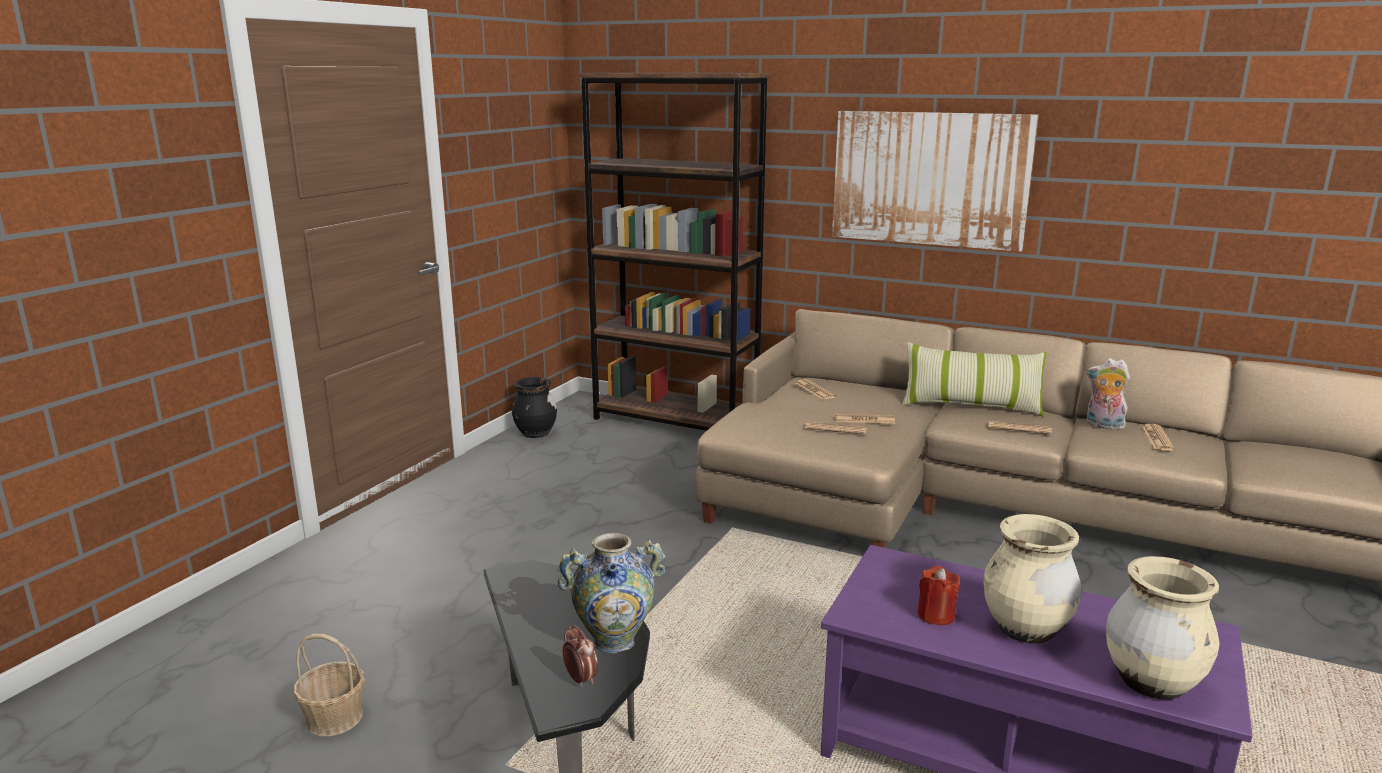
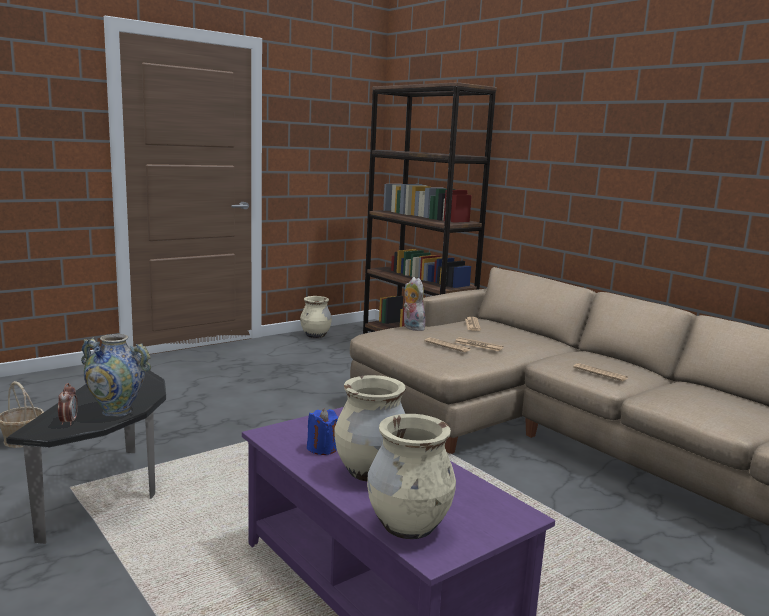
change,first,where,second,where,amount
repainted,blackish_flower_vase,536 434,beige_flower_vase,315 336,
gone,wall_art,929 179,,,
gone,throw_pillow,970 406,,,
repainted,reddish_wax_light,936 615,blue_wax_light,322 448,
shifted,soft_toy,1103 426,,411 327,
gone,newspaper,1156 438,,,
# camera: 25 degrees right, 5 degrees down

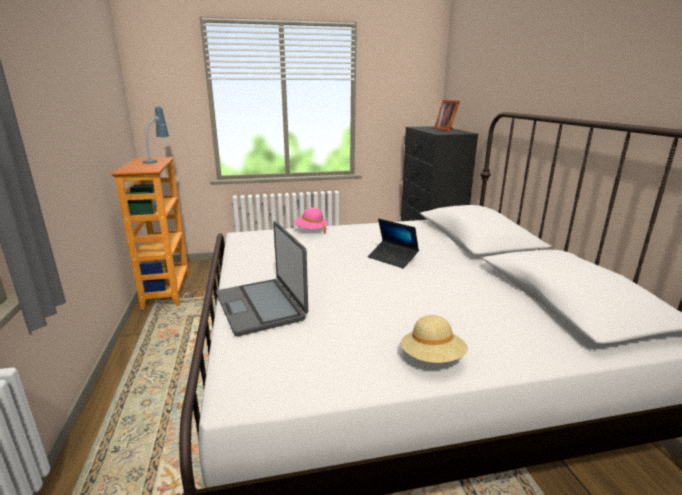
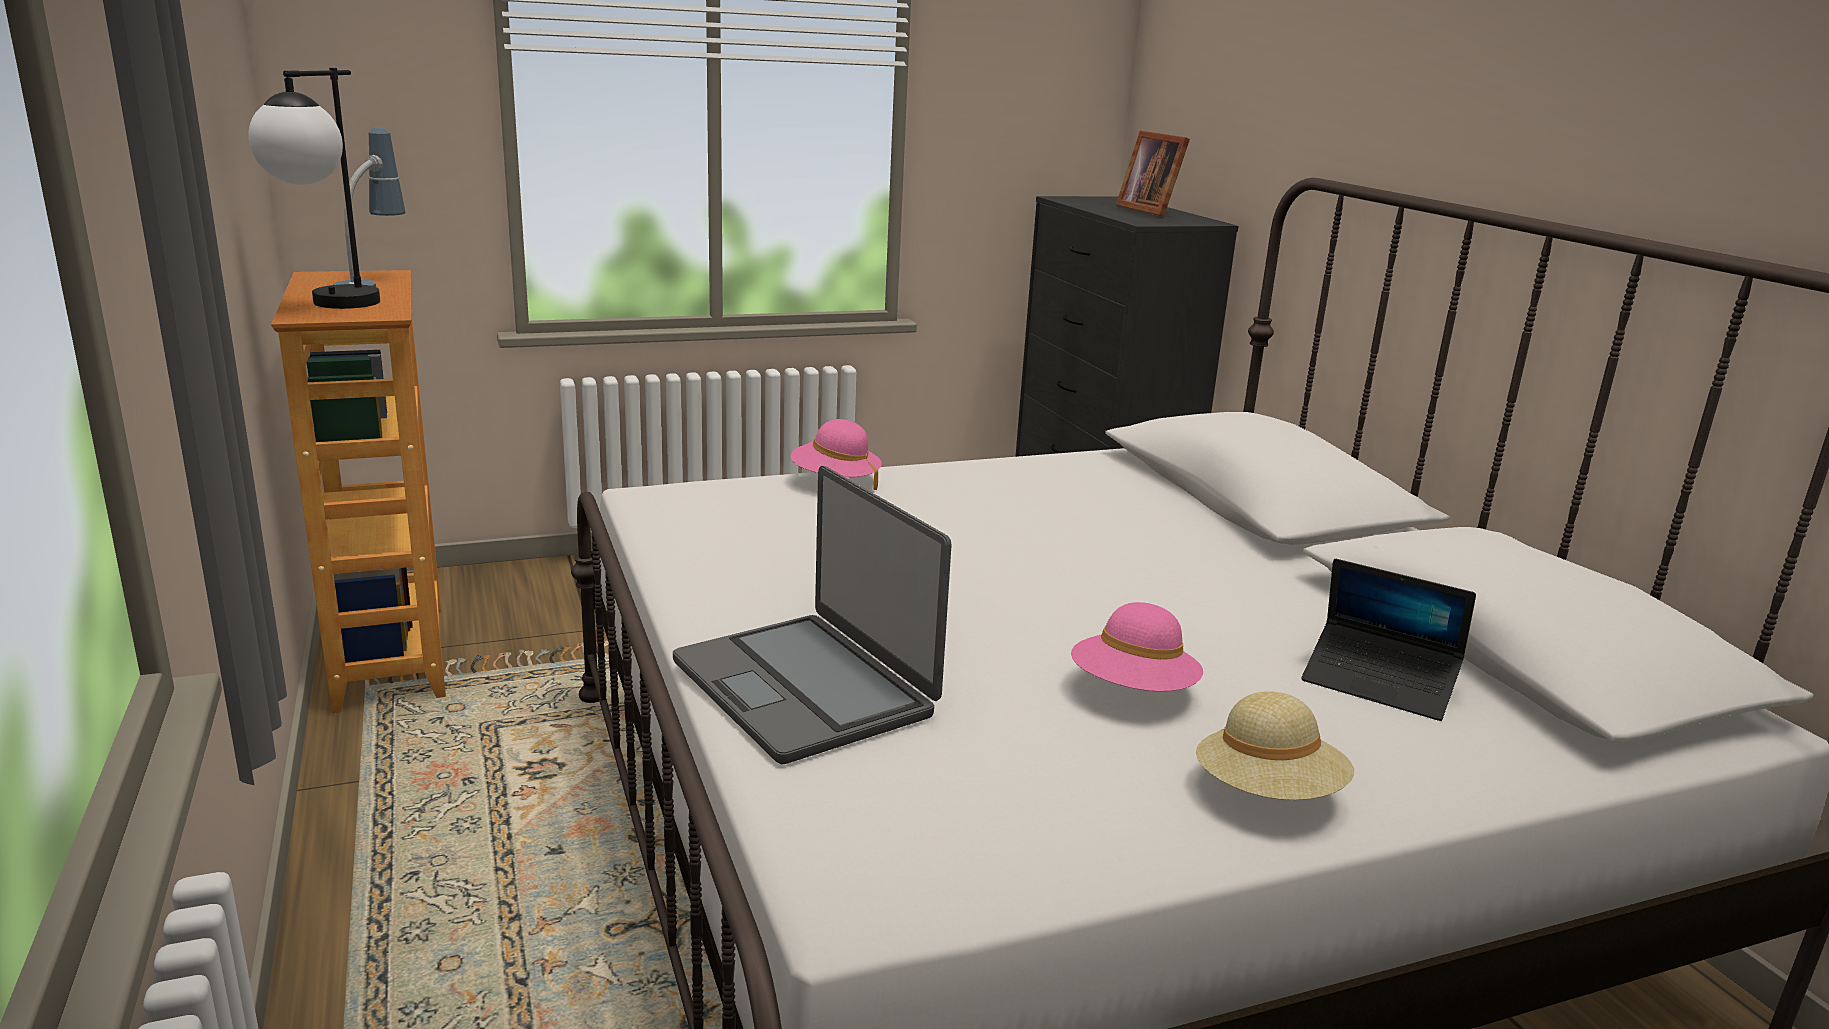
change,first,where,second,where,amount
shifted,notebook_computer,392 258,,1379 683,
new,,,lamp_for_a_table,330 307,
new,,,pinkish_hat,1133 691,
# camera: 10 degrees left, 0 degrees up

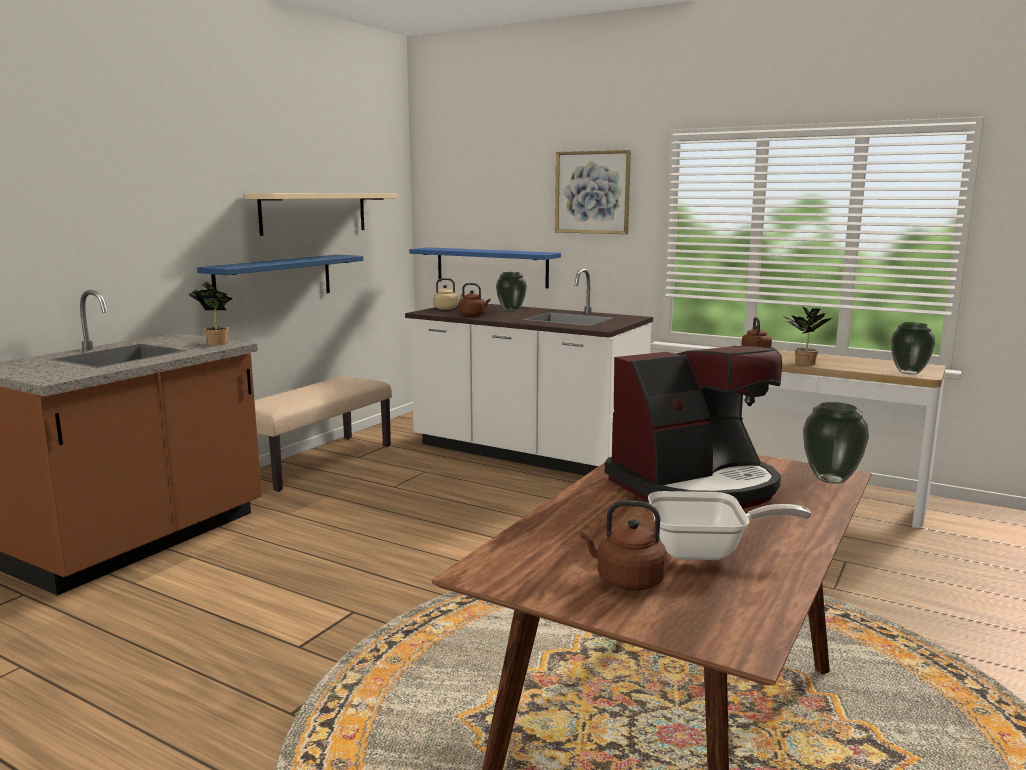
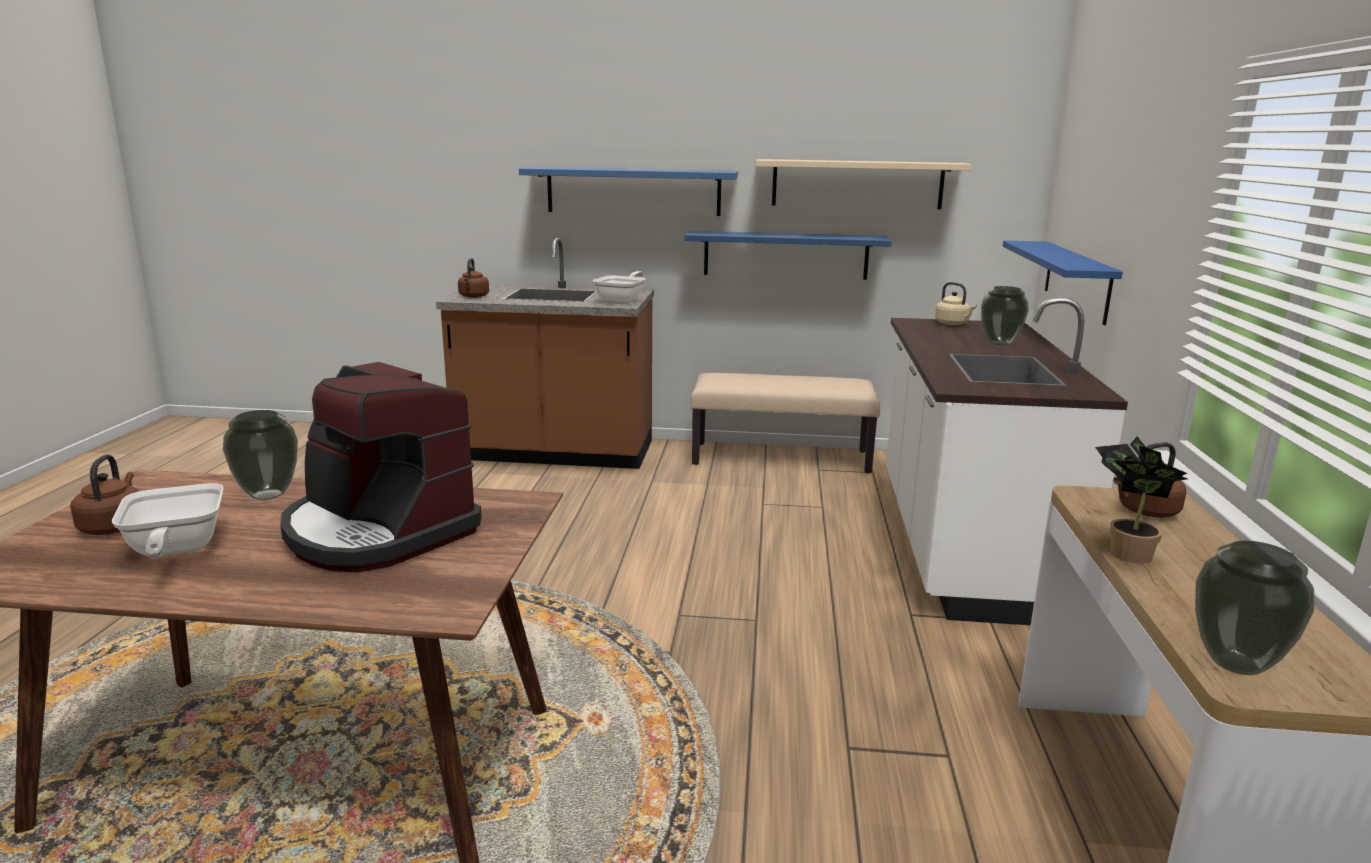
change,first,where,second,where,amount
swapped,houseplant,215 343,frying_pan,622 301,
shifted,brownish_water_kettle,473 315,,473 296,
gone,wall_art,592 192,,,
shifted,flower_vase,830 480,,267 495,
new,,,blue_shelf,633 191,
# camera: 65 degrees right, 5 degrees up

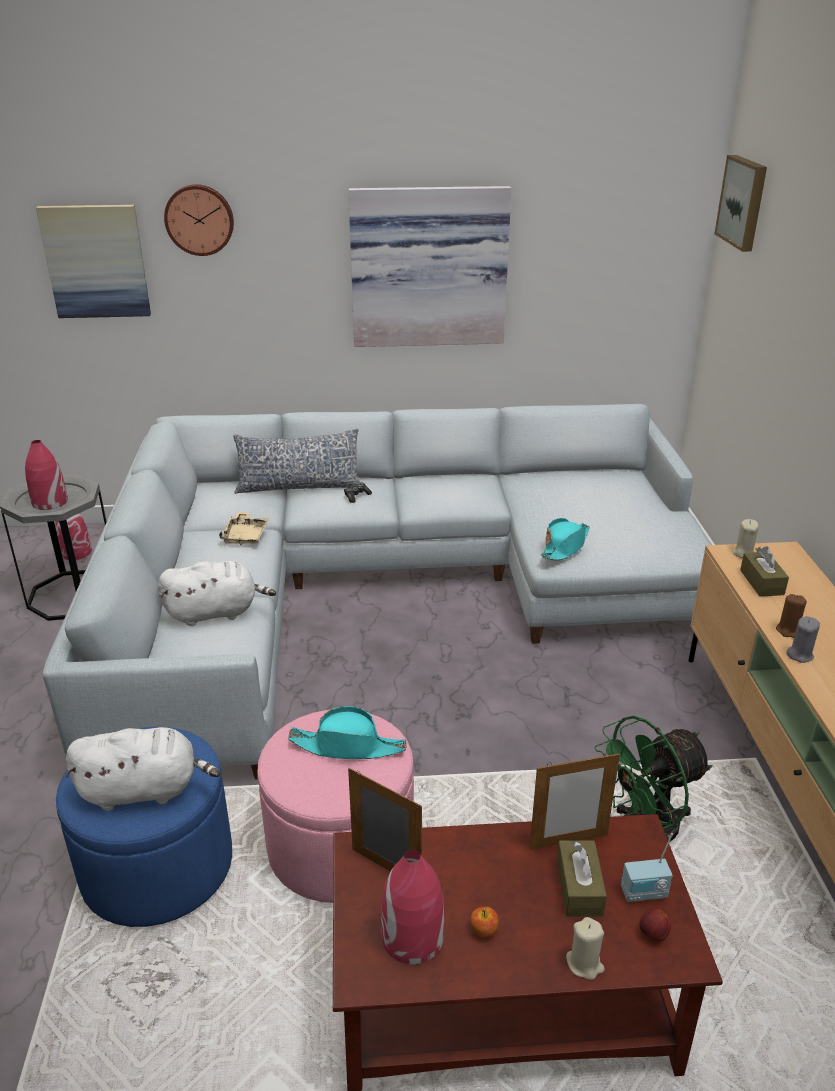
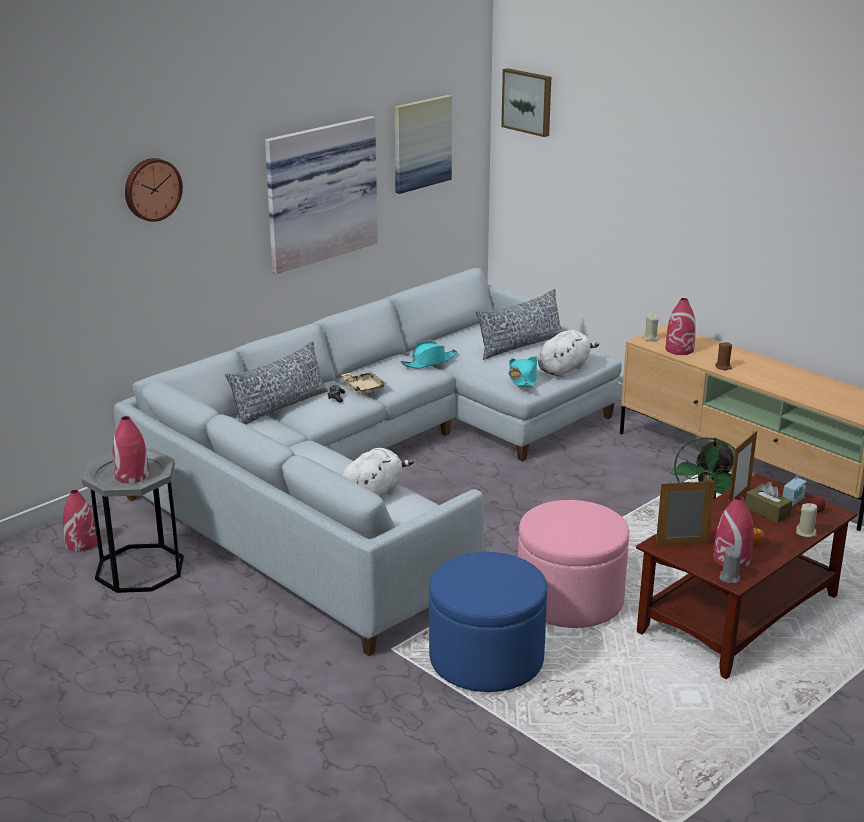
change,first,where,second,where,amount
shifted,wall_art,96 261,,421 143,
shifted,white-coloured_soft_toy,145 790,,564 369,
shifted,beige_carrying_tray,246 536,,363 388,
shifted,turquoise_hat,348 746,,429 362,
swapped,brownish_box_of_tissues,761 582,reddish_flower_vase,680 349,
shifted,gray_wax_light,799 655,,729 578,
new,,,throw_pillow,520 345,
# camera: 40 degrees left, 5 degrees down

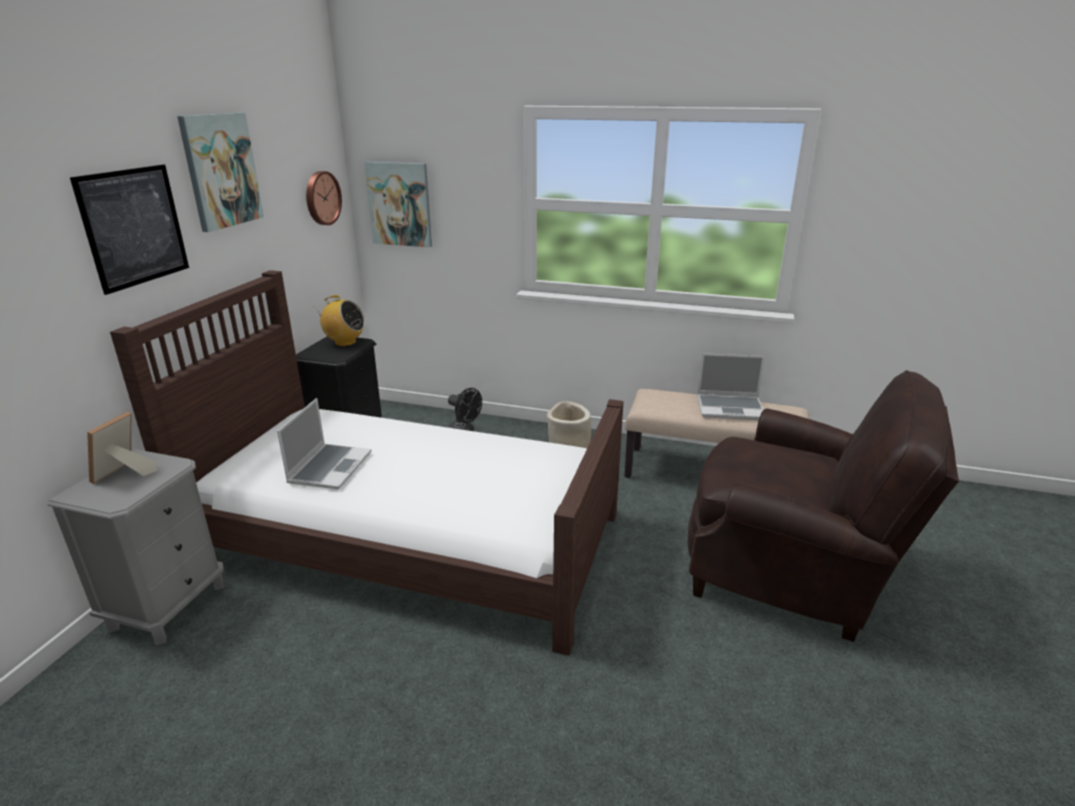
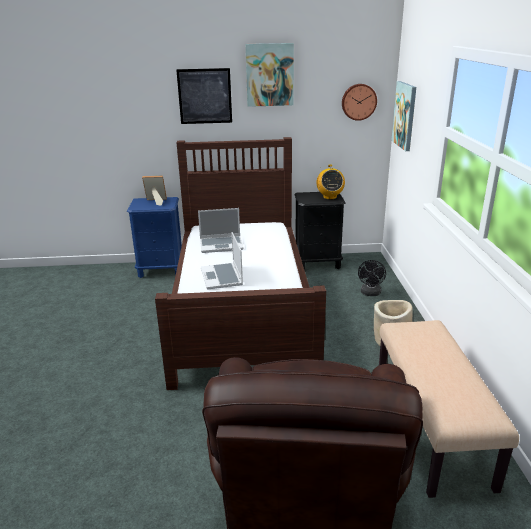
change,first,where,second,where,amount
repainted,gray_night_table,167 606,blue_night_table,161 269,
shifted,notebook_computer,730 408,,222 277,
# camera: 70 degrees right, 0 degrees up

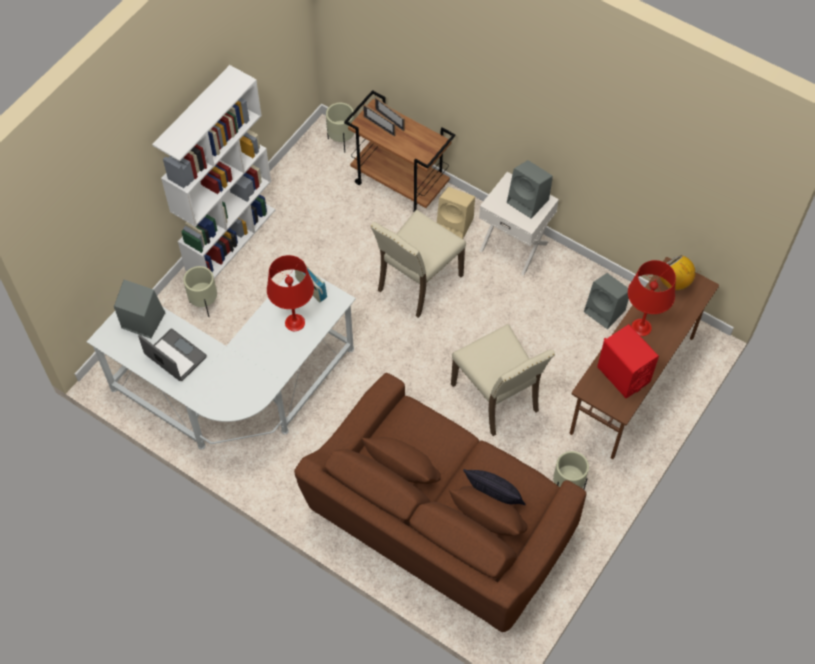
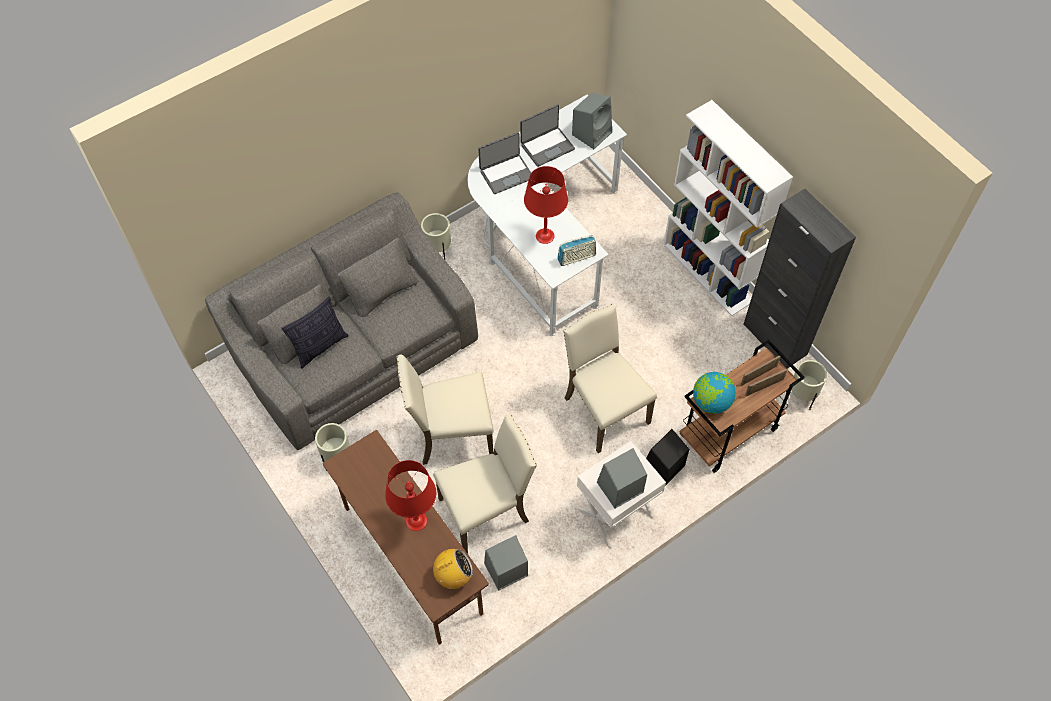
change,first,where,second,where,amount
shifted,beige_flower_pot,204 304,,438 251,
repainted,brownish_sofa,440 523,gray_sofa,354 348,
repainted,beige_audio_speaker,455 224,blackish_audio_speaker,662 468,
gone,reddish_audio_speaker,623 374,,,
new,,,beige_chair,486 511,
new,,,notebook_computer,506 174,
new,,,globe,711 402,
new,,,blackish_storage_cabinet,775 339,
# camera: 110 degrees right, 0 degrees up

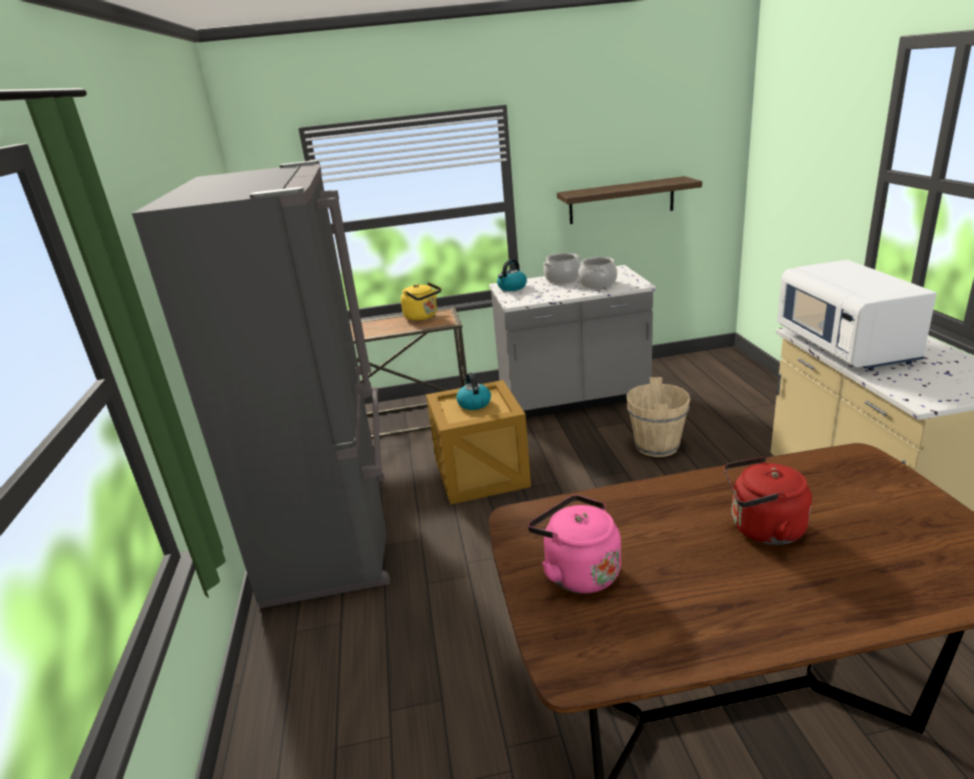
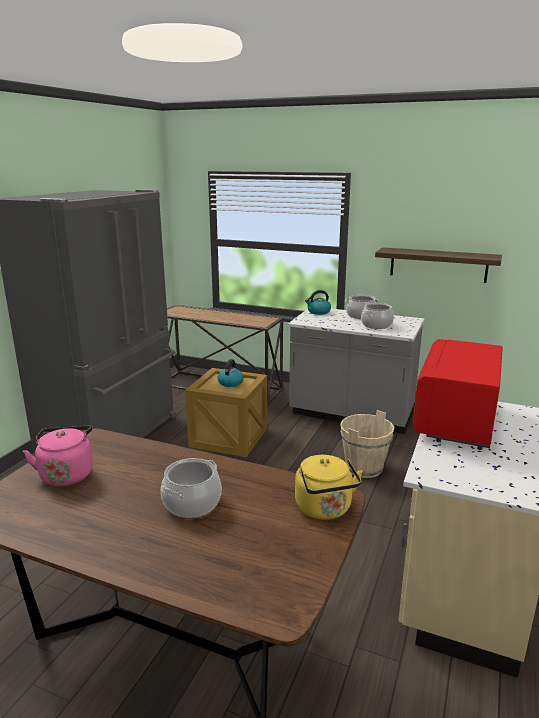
change,first,where,second,where,amount
shifted,yellow-coloured_water_kettle,423 317,,325 509,
swapped,reddish_water_kettle,762 529,saucepot,191 502,
repainted,white-coloured_microwave_oven,845 347,reddish_microwave_oven,456 420,
# camera: 30 degrees right, 5 degrees down

